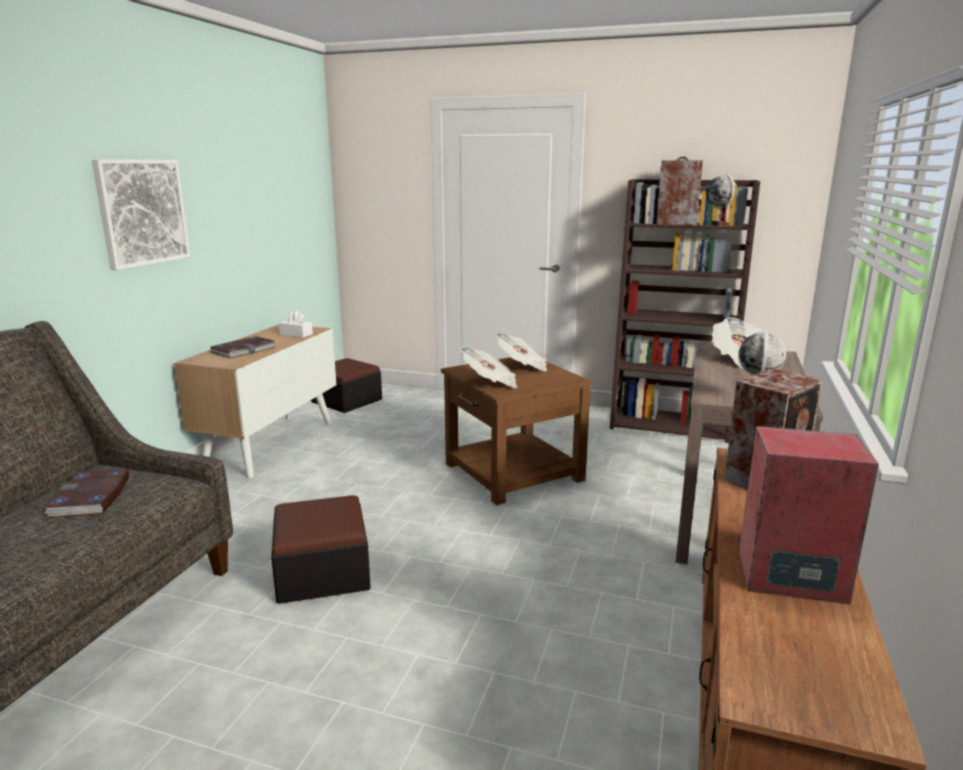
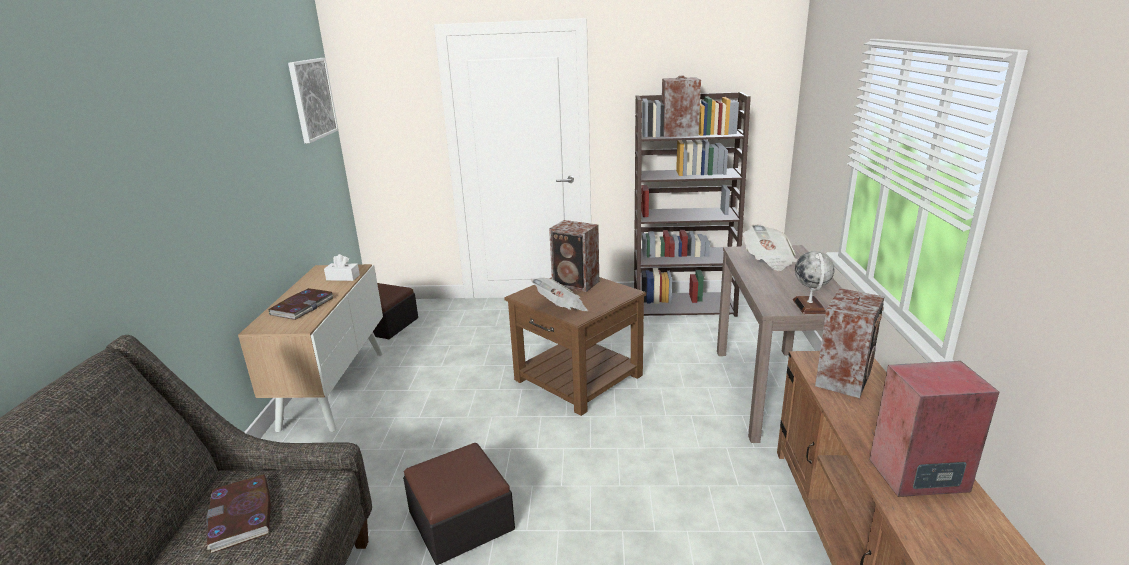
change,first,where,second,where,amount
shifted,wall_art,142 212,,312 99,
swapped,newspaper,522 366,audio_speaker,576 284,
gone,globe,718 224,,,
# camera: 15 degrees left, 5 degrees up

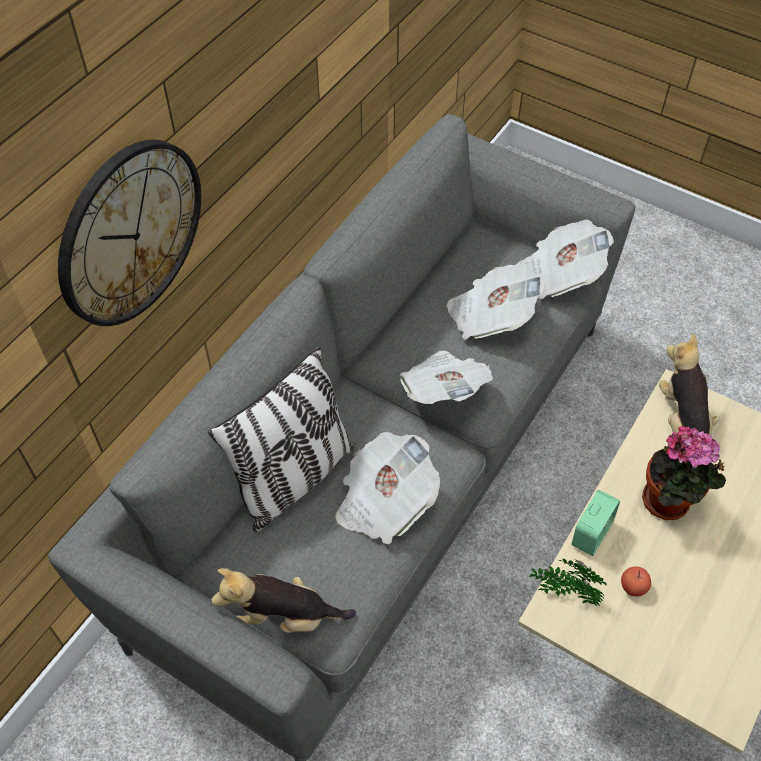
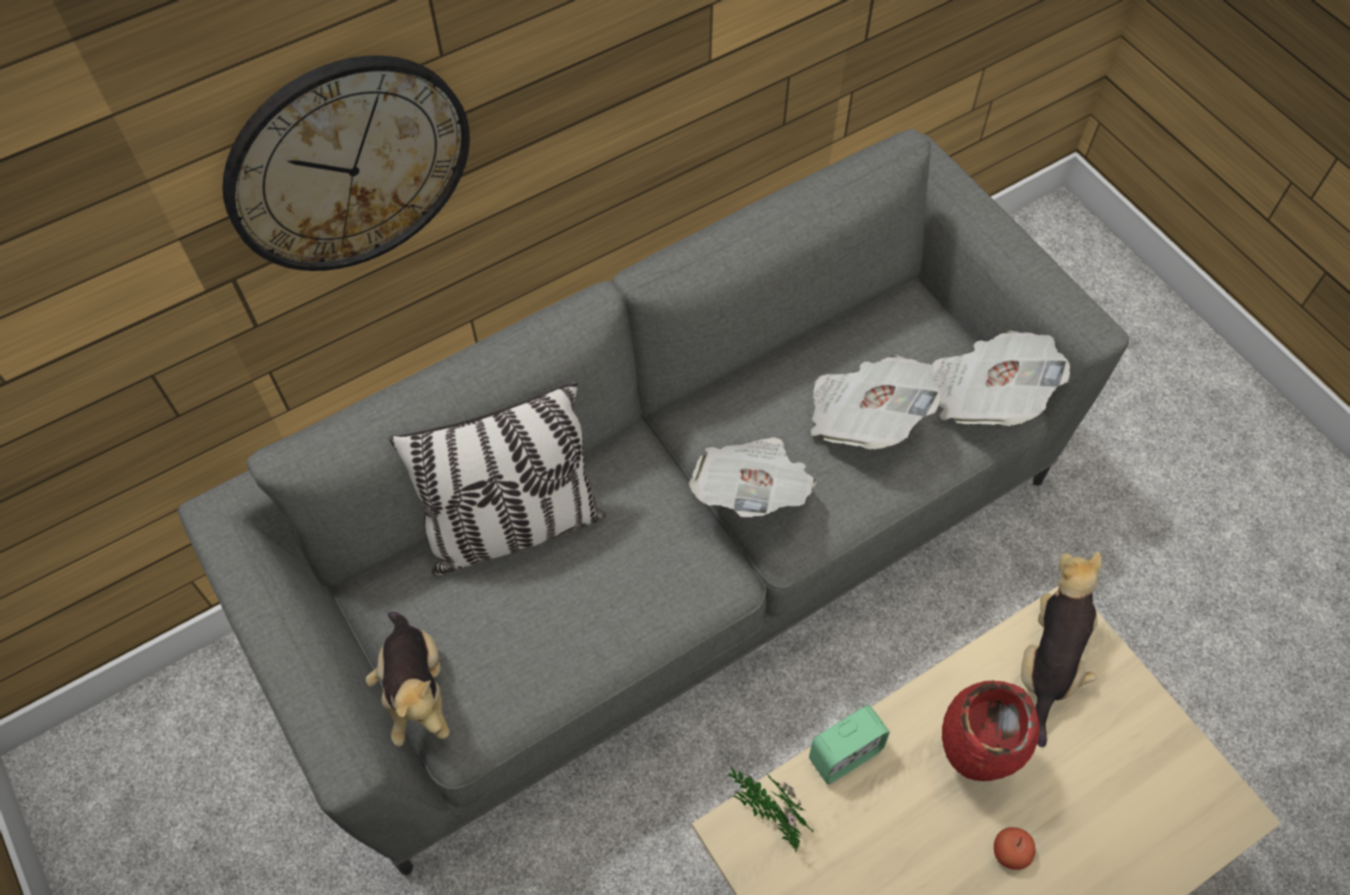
change,first,where,second,where,amount
rotated,soft_toy,284 616,,416 691,135 degrees counterclockwise
gone,newspaper,384 501,,,
shifted,whole_apple,633 586,,1010 852,
swapped,houseplant,669 503,reddish_flower_vase,970 760,
# camera: 25 degrees right, 5 degrees up

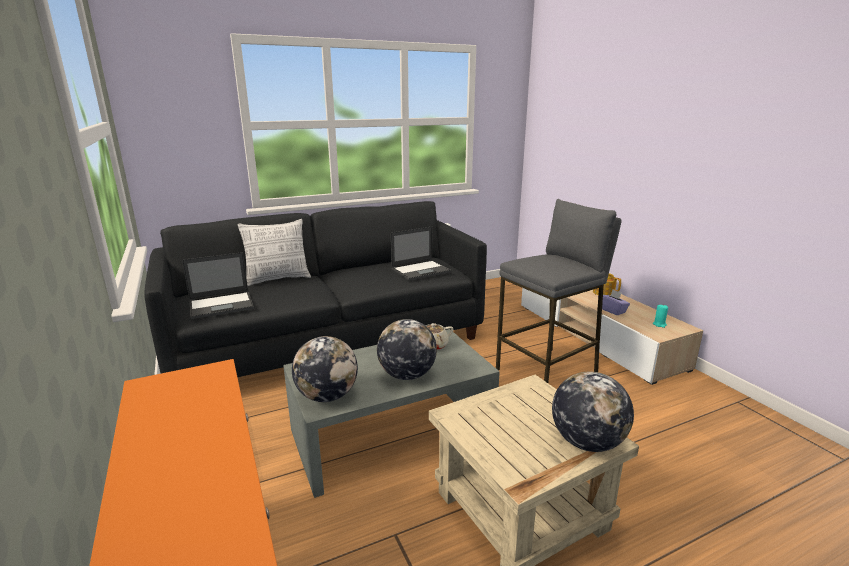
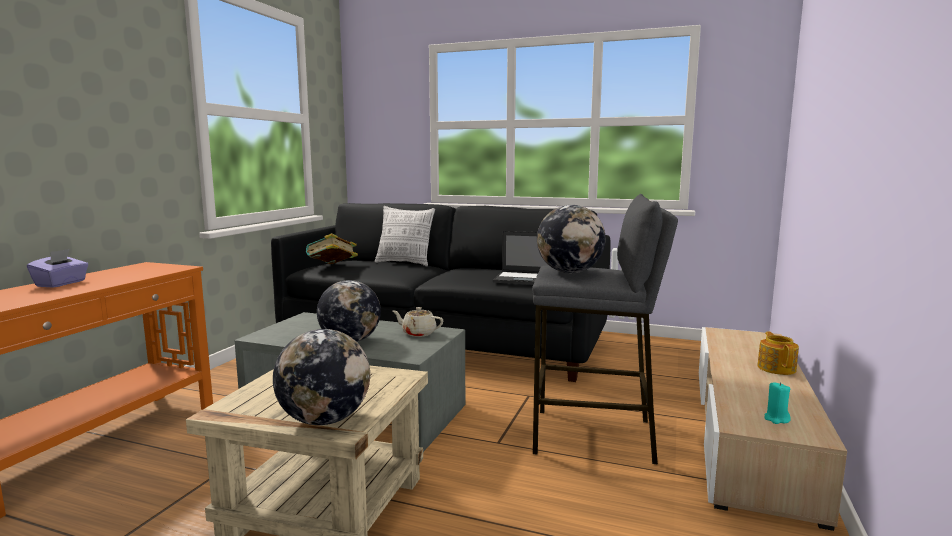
change,first,where,second,where,amount
swapped,notebook_computer,222 305,book,332 267,
shifted,globe,327 396,,569 272,
shifted,purplish_box_of_tissues,612 310,,61 283,
# camera: 45 degrees right, 10 degrees down

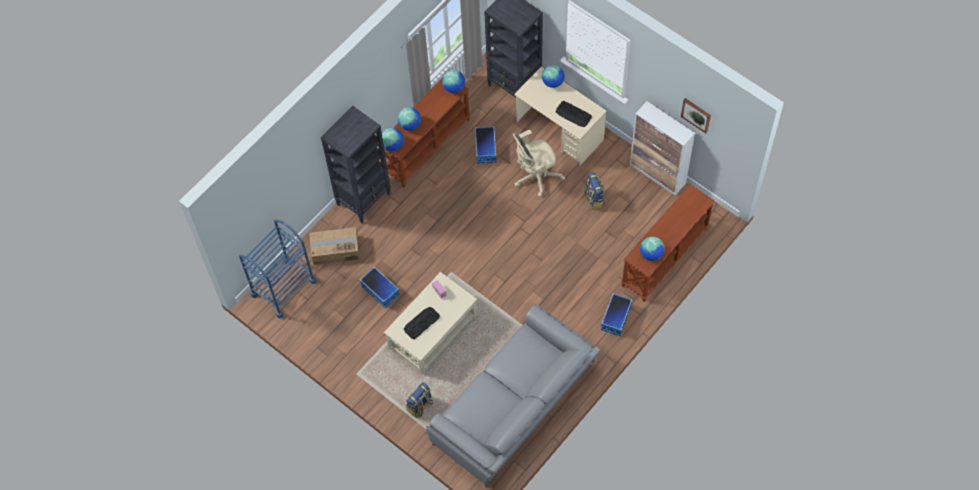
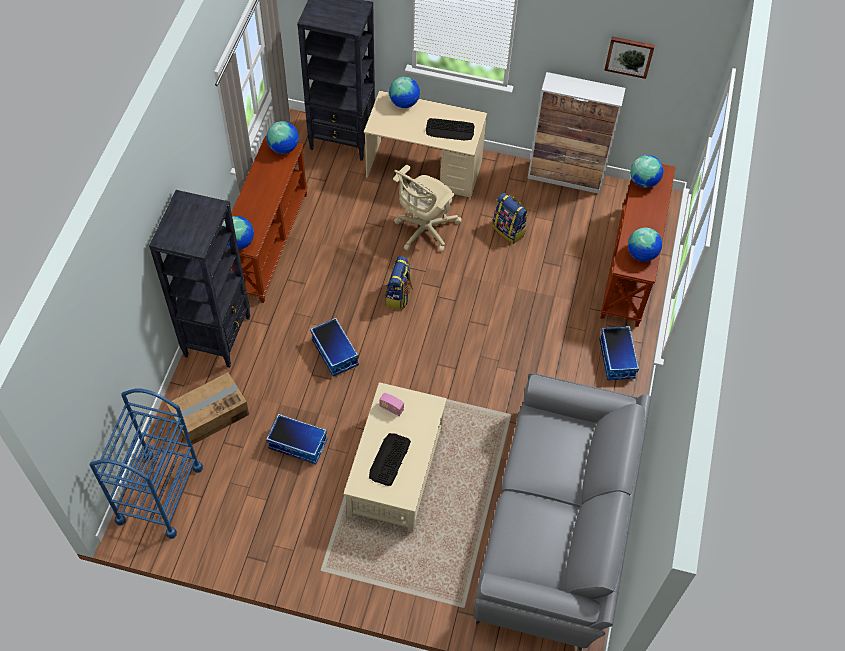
change,first,where,second,where,amount
shifted,globe,410 125,,644 181,
shifted,rucksack,420 406,,398 296,
shifted,storage_container,486 149,,335 353,
# camera: 30 degrees left, 5 degrees down

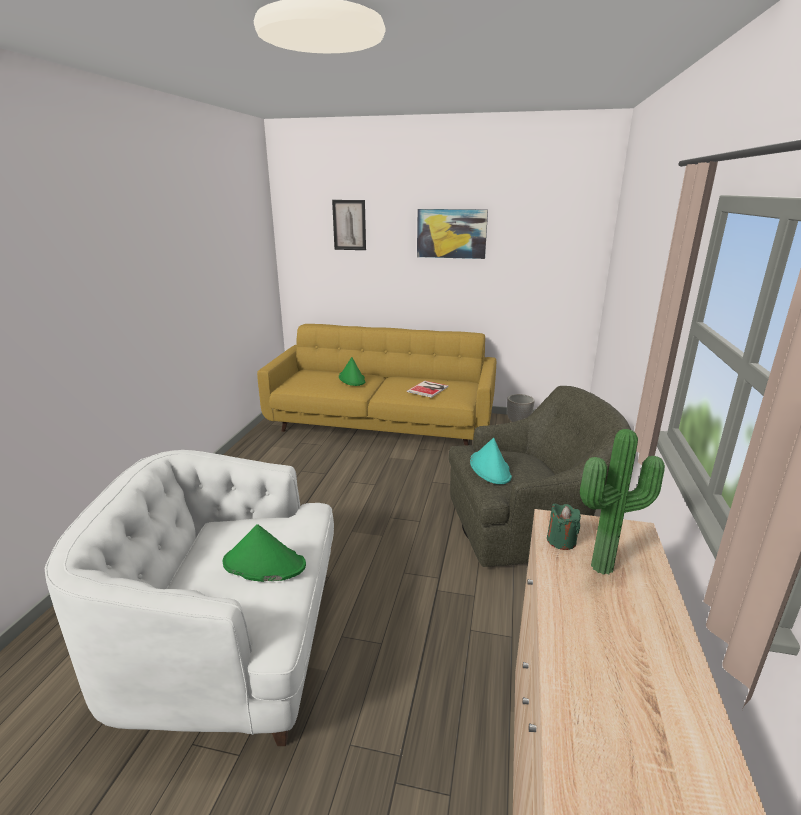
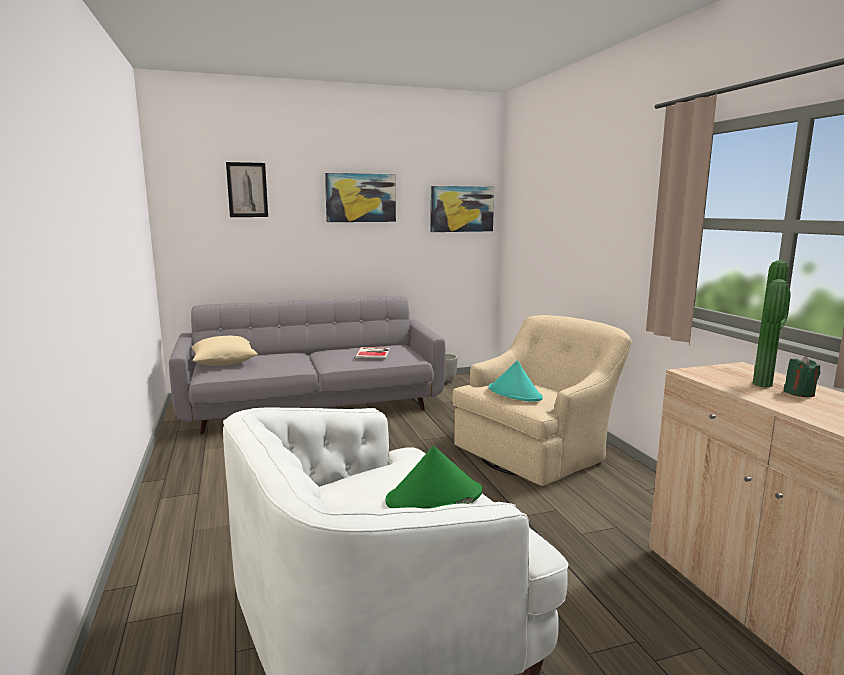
change,first,where,second,where,amount
repainted,yellow-coloured_sofa,382 424,gray_sofa,314 406,
gone,green-coloured_hat,352 379,,,
repainted,green-coloured_lounge_chair,526 526,beige_lounge_chair,538 451,
shifted,green-coloured_wax_light,561 541,,799 393,
new,,,beige_throw_pillow,224 362,
new,,,wall_art,461 209,
# camera: 30 degrees left, 10 degrees down

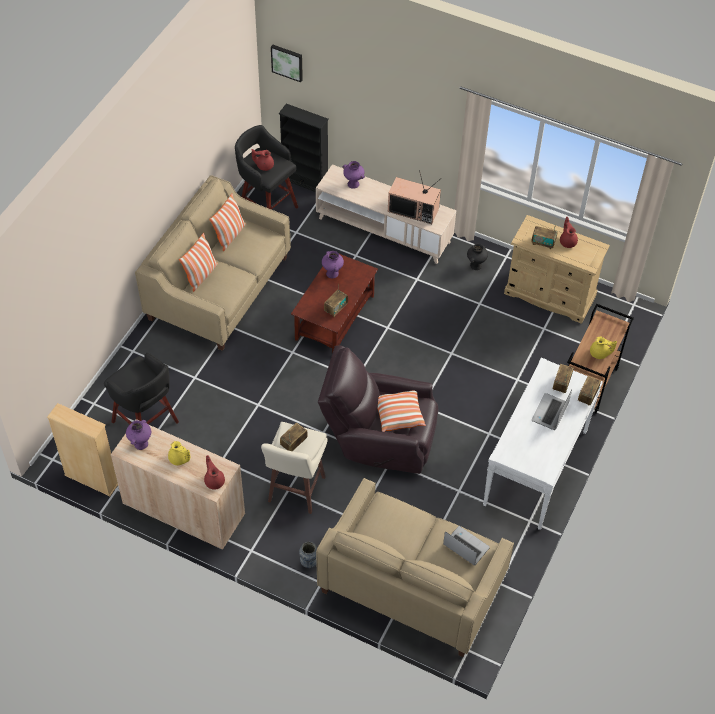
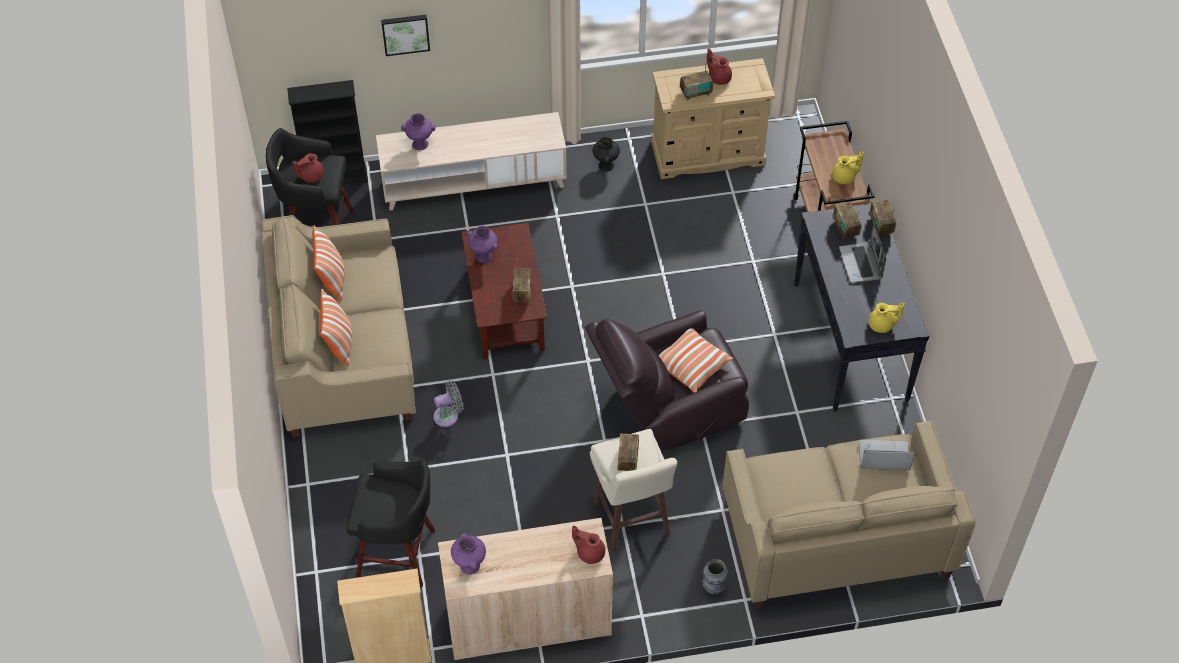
change,first,where,second,where,amount
shifted,yellow-coloured_tea_pot,179 459,,882 325,
shifted,wall_art,287 62,,405 33,
gone,television,414 209,,,
repainted,white-coloured_narrow_table,535 468,blackish_narrow_table,850 341,
new,,,gray_fan,448 415,
# camera: 35 degrees left, 0 degrees up

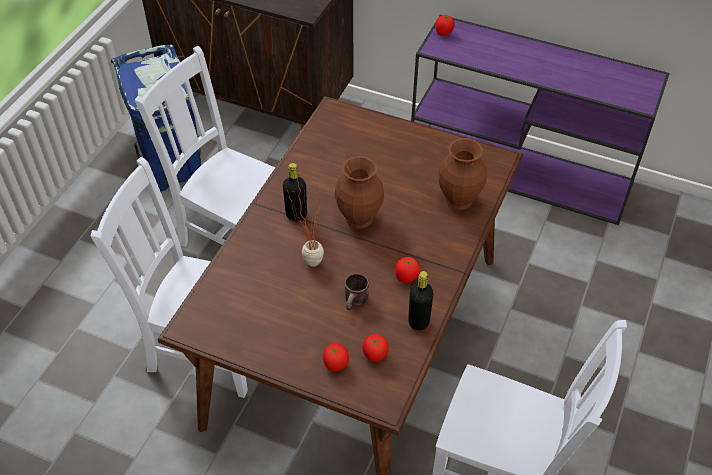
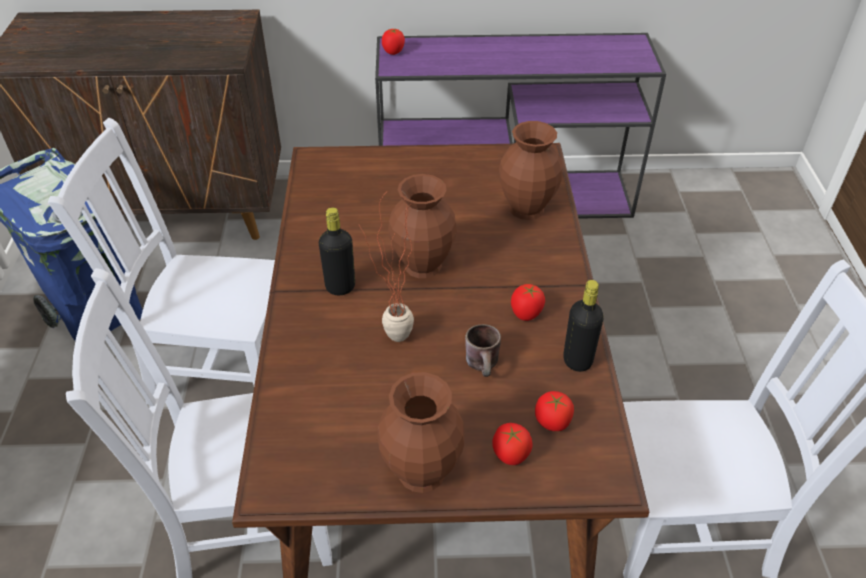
change,first,where,second,where,amount
new,,,brownish_flower_vase,420 470,
# camera: 25 degrees left, 5 degrees down

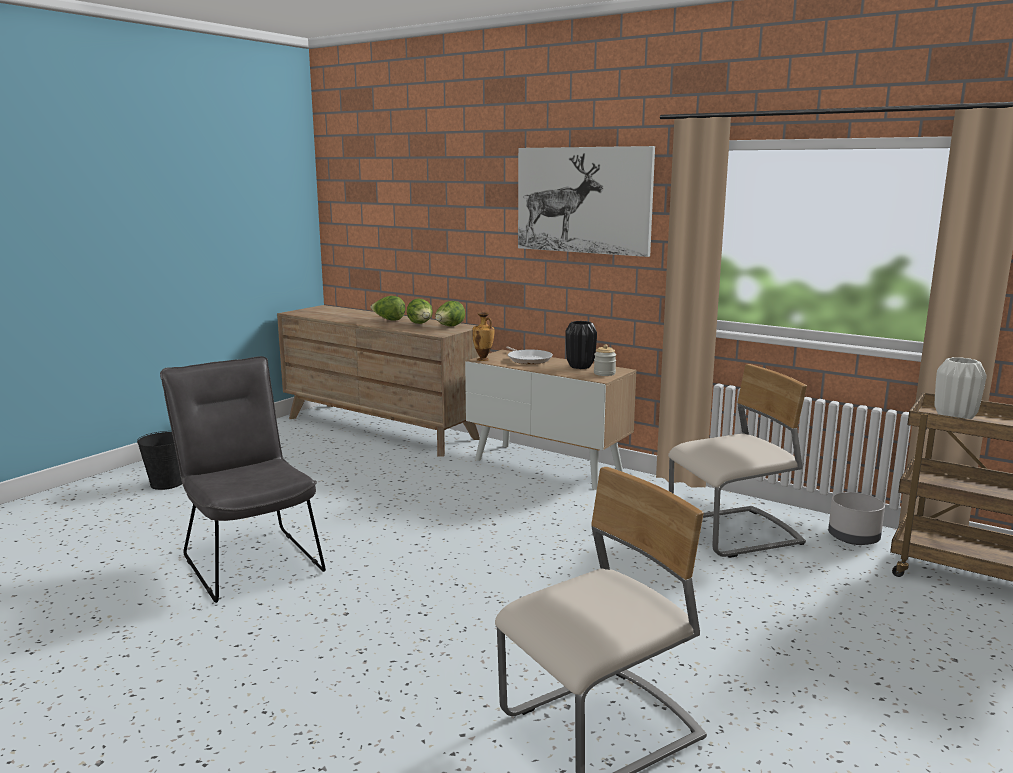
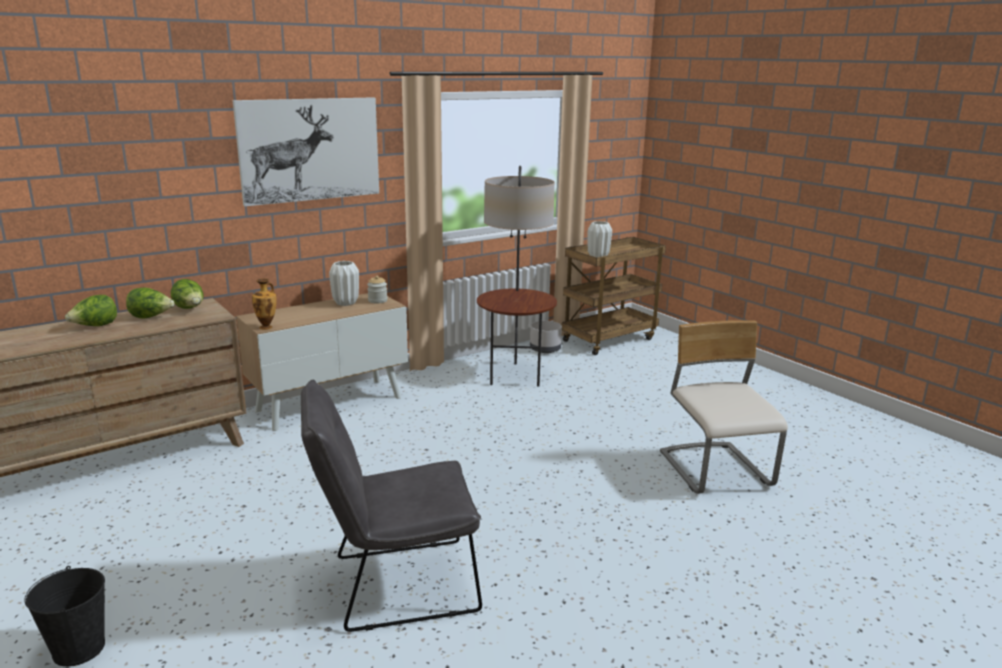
change,first,where,second,where,amount
gone,frying_pan,528 359,,,
repainted,blackish_flower_vase,580 366,white-coloured_flower_vase,345 303,
swapped,beige_chair,735 534,standard_lamp,515 375,
# camera: 70 degrees left, 5 degrees up

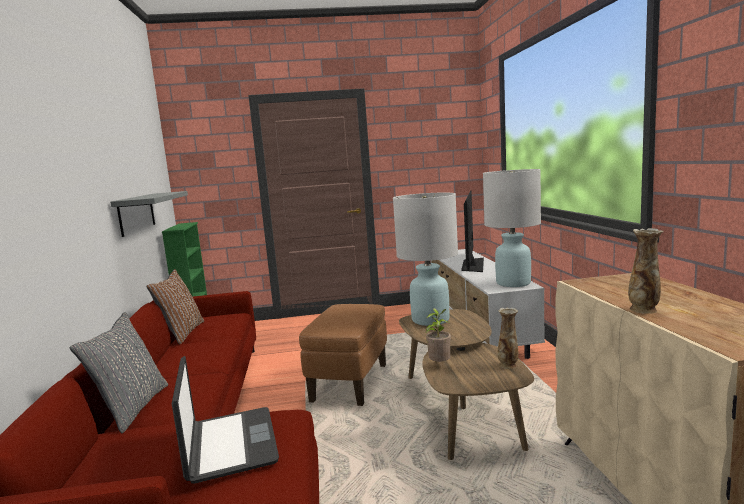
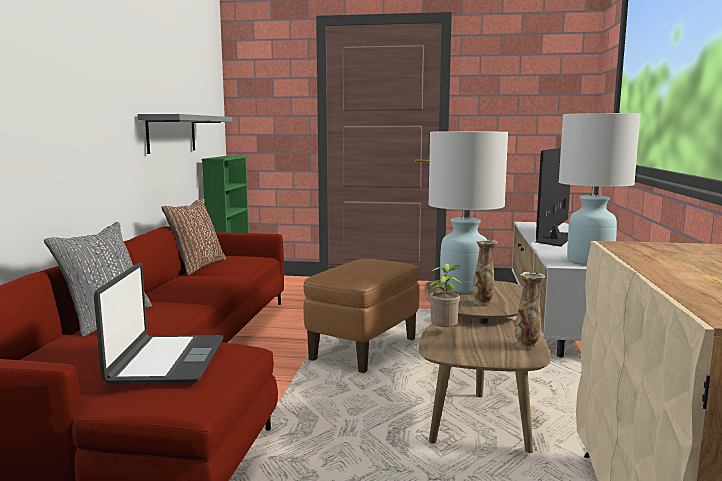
change,first,where,second,where,amount
shifted,flower_vase,644 310,,483 302,
# camera: 15 degrees right, 0 degrees up

